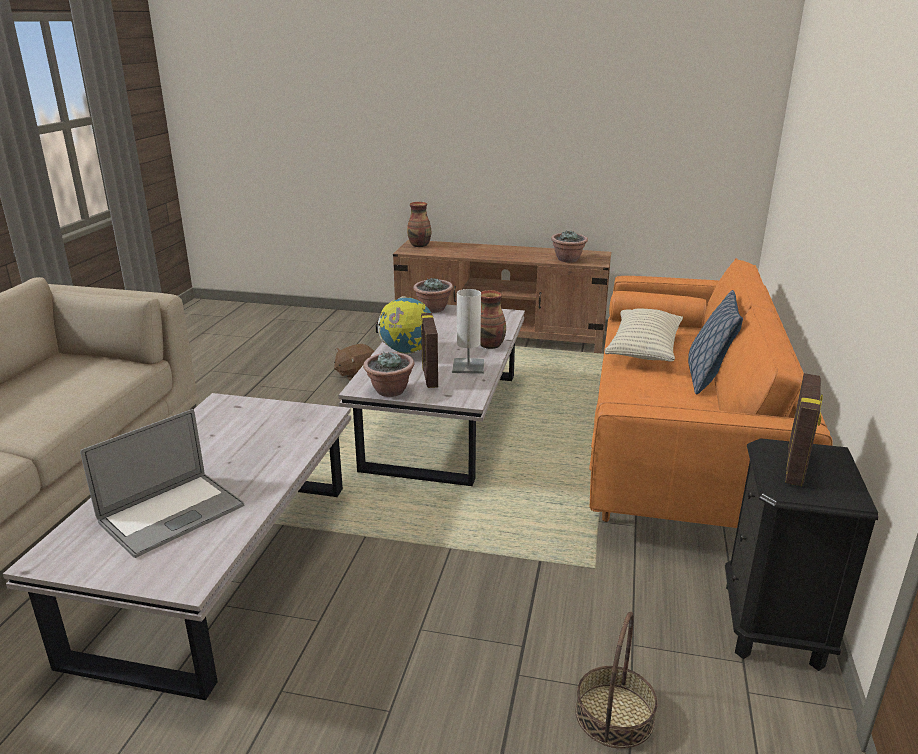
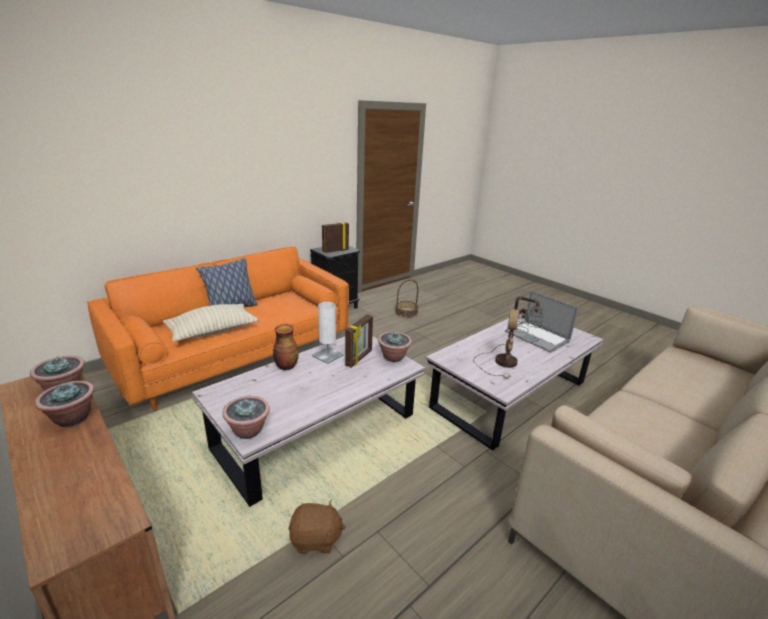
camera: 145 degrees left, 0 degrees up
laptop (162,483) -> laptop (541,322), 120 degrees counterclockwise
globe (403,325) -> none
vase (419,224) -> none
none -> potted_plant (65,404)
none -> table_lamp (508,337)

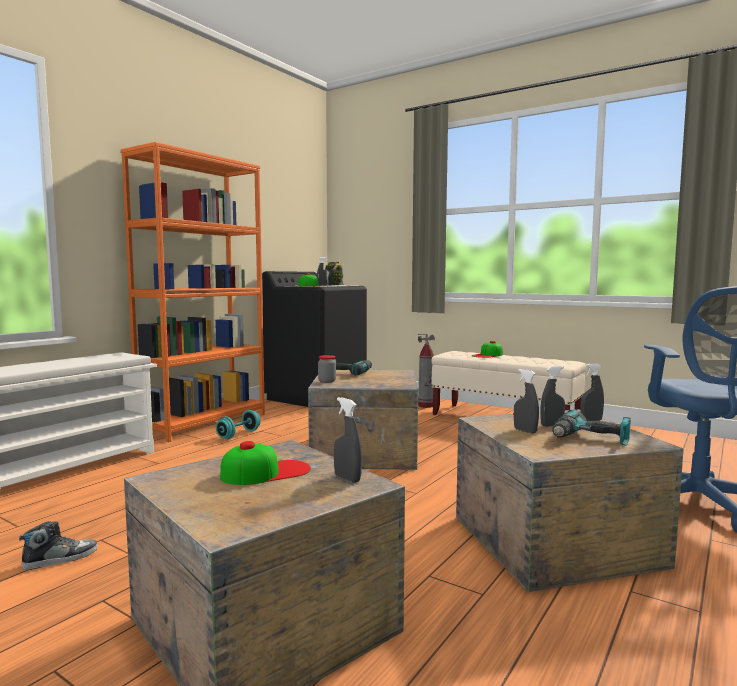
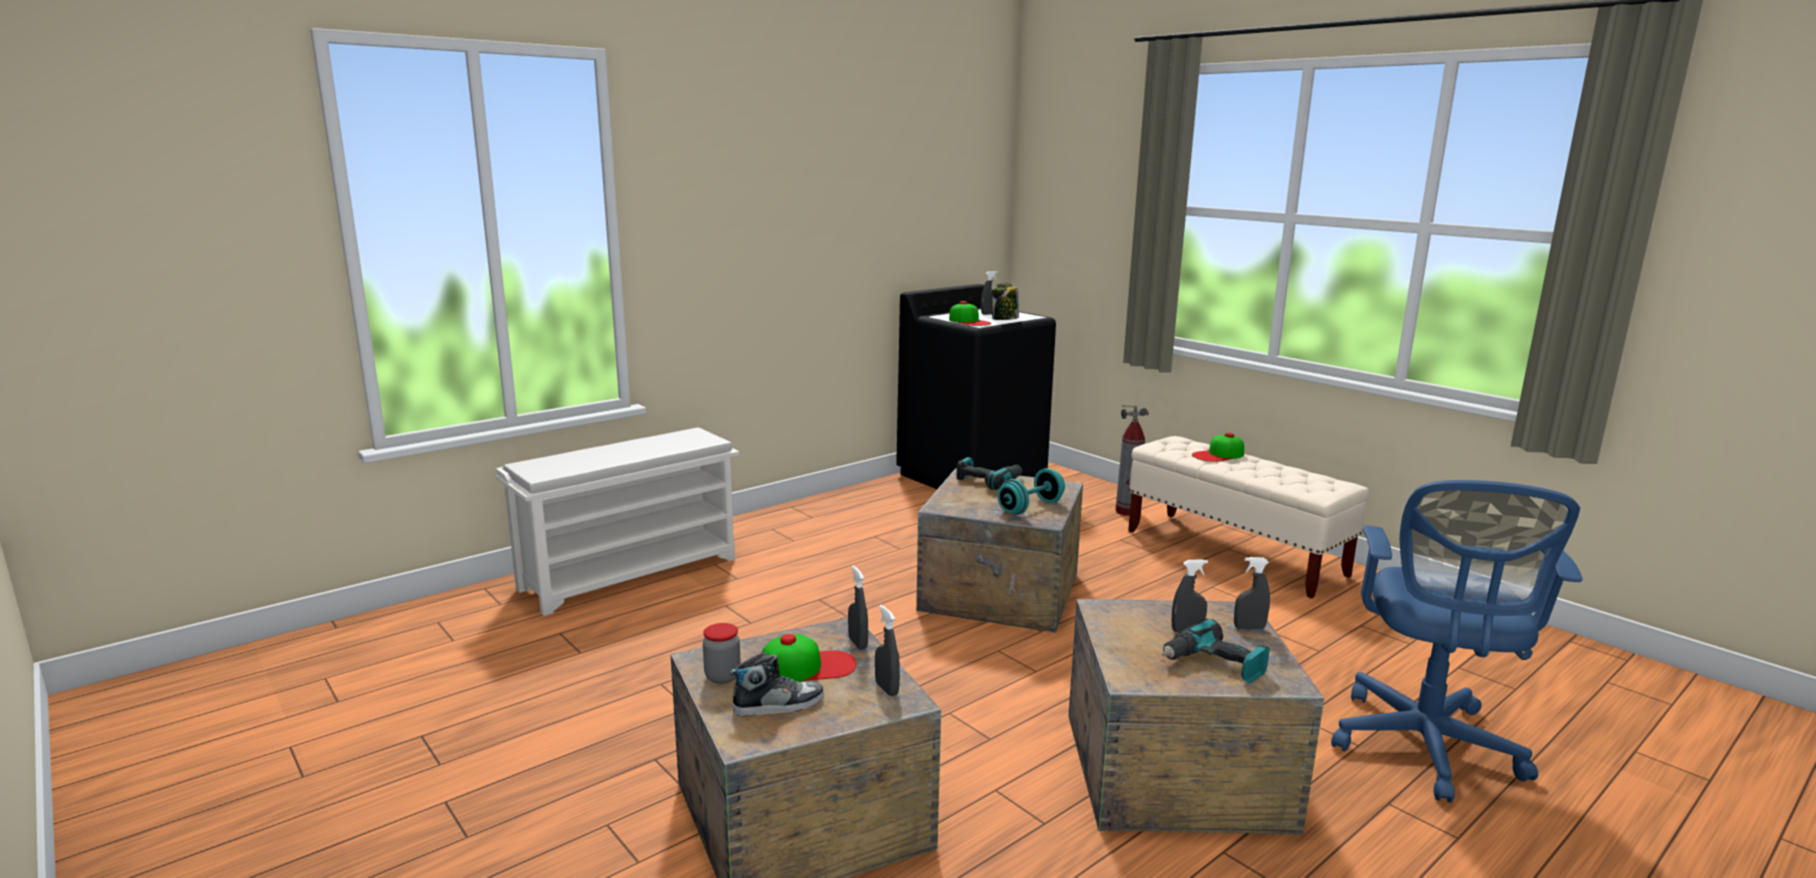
camera: 15 degrees right, 10 degrees up
shoe (58,545) -> shoe (777,685), move
orange_bookcase (193,292) -> none
turquoise_dumbbell (238,424) -> turquoise_dumbbell (1031,491), move
jar (327,369) -> jar (722,653), move
grey_spray_bottle (526,401) -> grey_spray_bottle (858,607), move

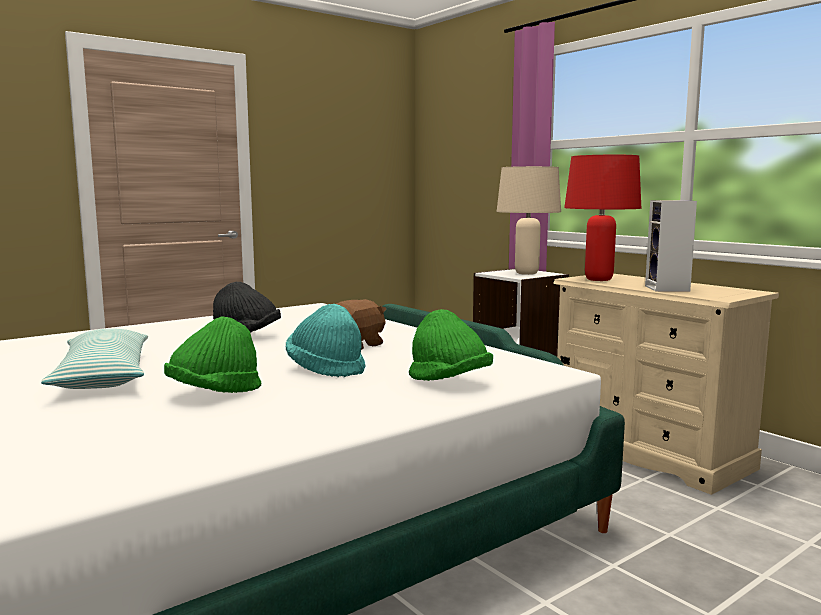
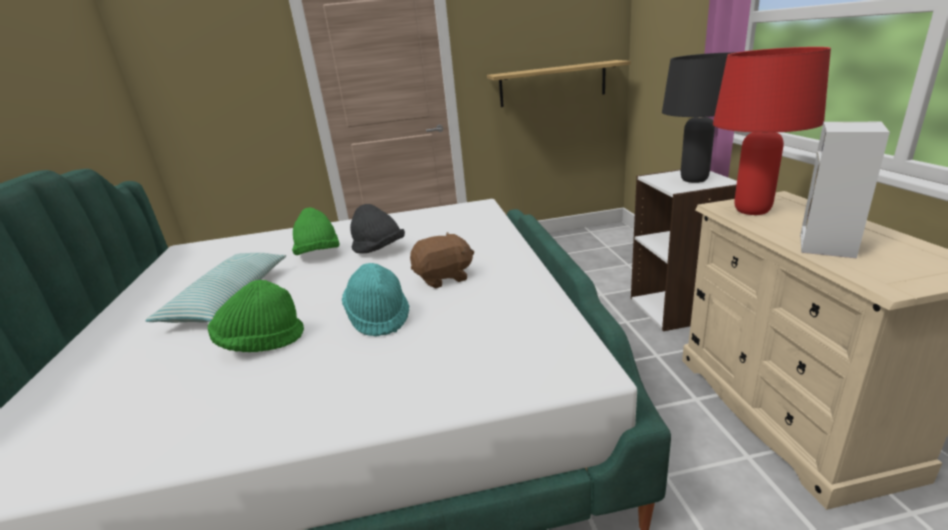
camera: 30 degrees right, 15 degrees up
green_hat (451,345) -> green_hat (315,231), move
beige_table_lamp (529,220) -> black_table_lamp (699,117)
none -> shelf (559,83)

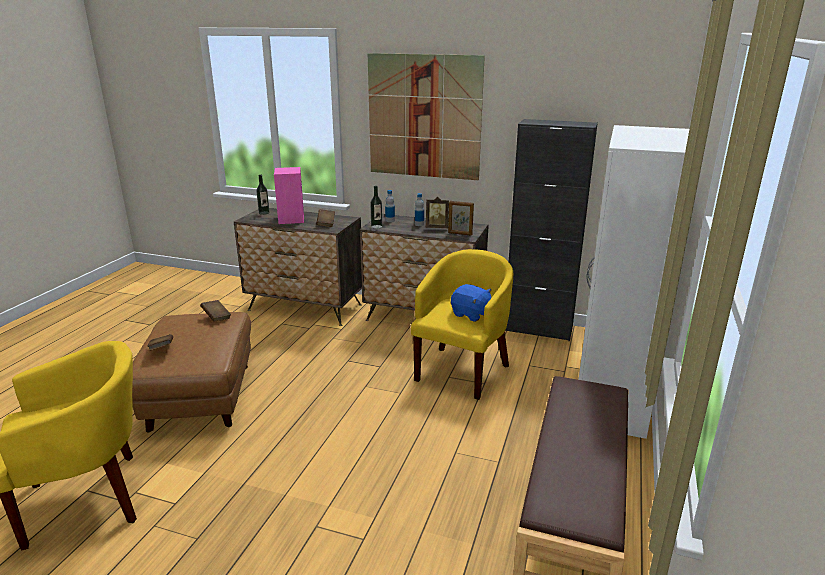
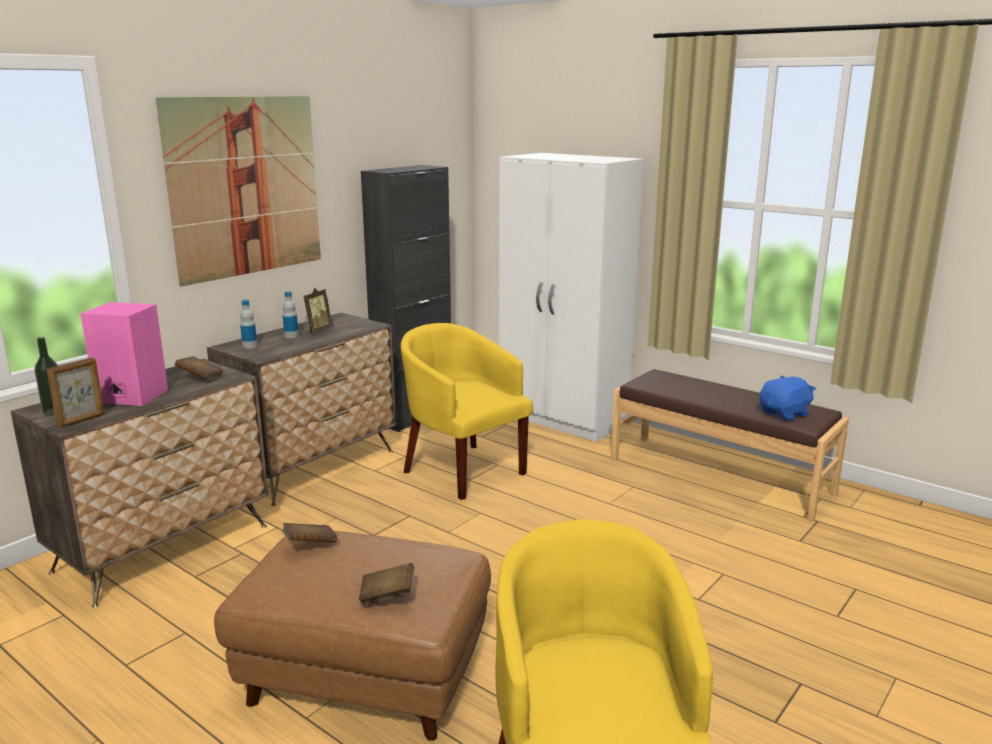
camera: 70 degrees left, 5 degrees down
bottle (376,207) -> none
picture_frame (461,218) -> picture_frame (75,392), move
blue_plush_toy (471,303) -> blue_plush_toy (787,398), move

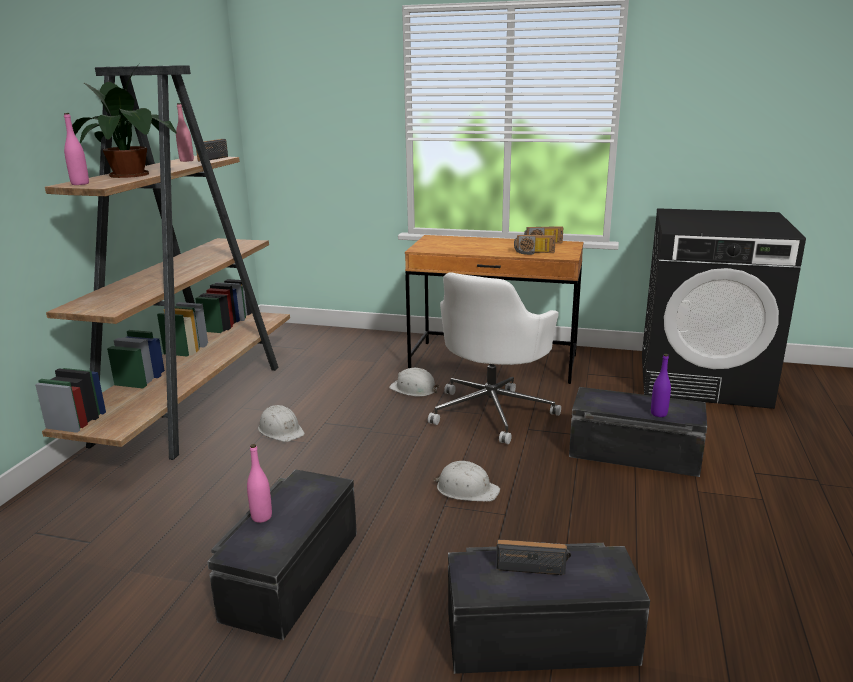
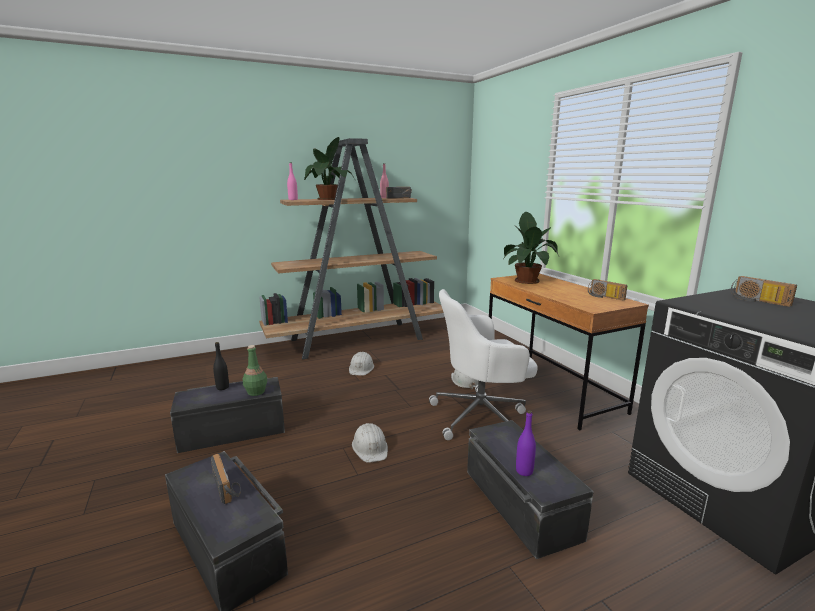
camera: 50 degrees right, 5 degrees down
pink_bottle (259,483) -> black_bottle (221,366)
radio (535,245) -> radio (764,291), move
none -> green_bottle (255,370)
none -> potted_plant (531,248)

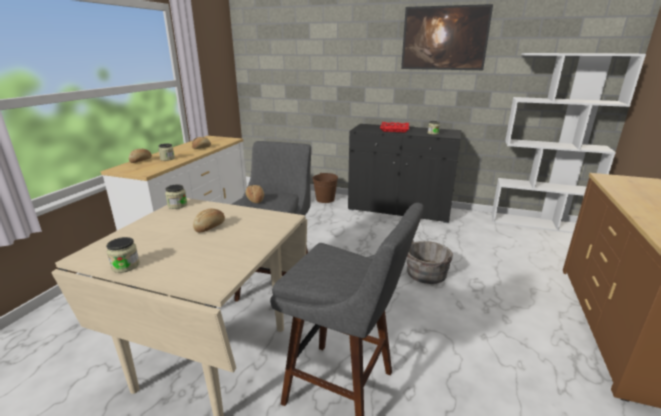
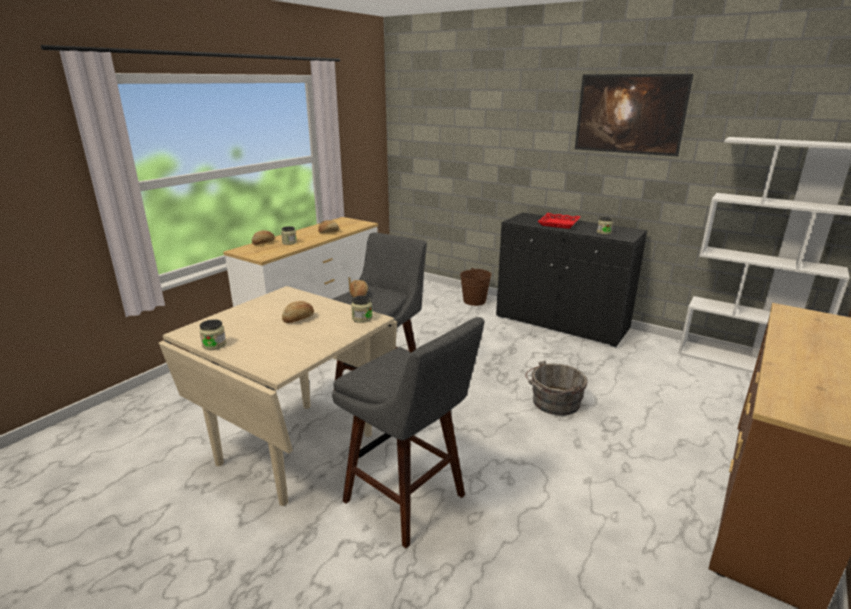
camera: 15 degrees right, 0 degrees up
jar (176,196) -> jar (362,309), move

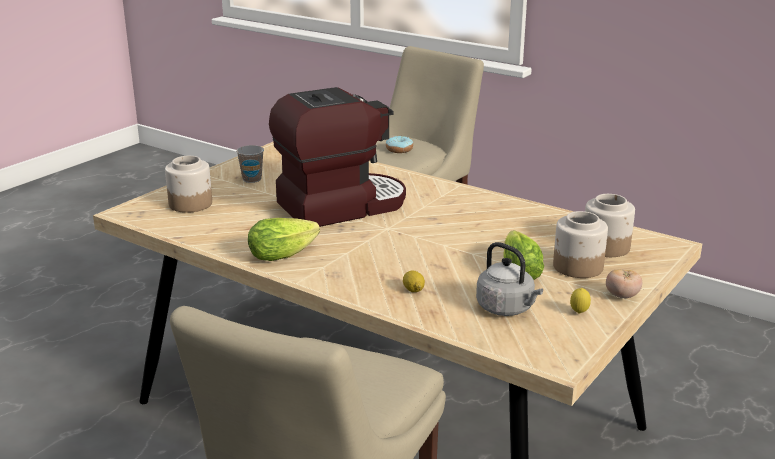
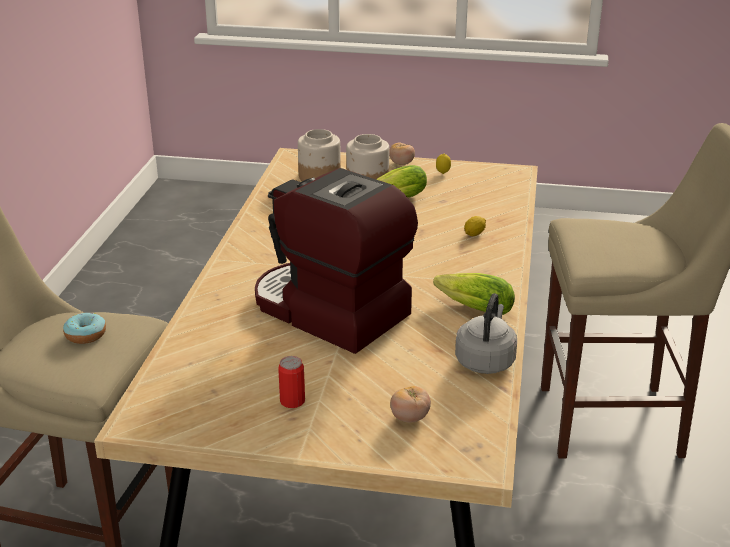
camera: 115 degrees left, 5 degrees up
jar (188,184) -> tomato (410,404)
cup (250,164) -> can (291,382)
grey_kettle (509,279) -> grey_kettle (486,333), move

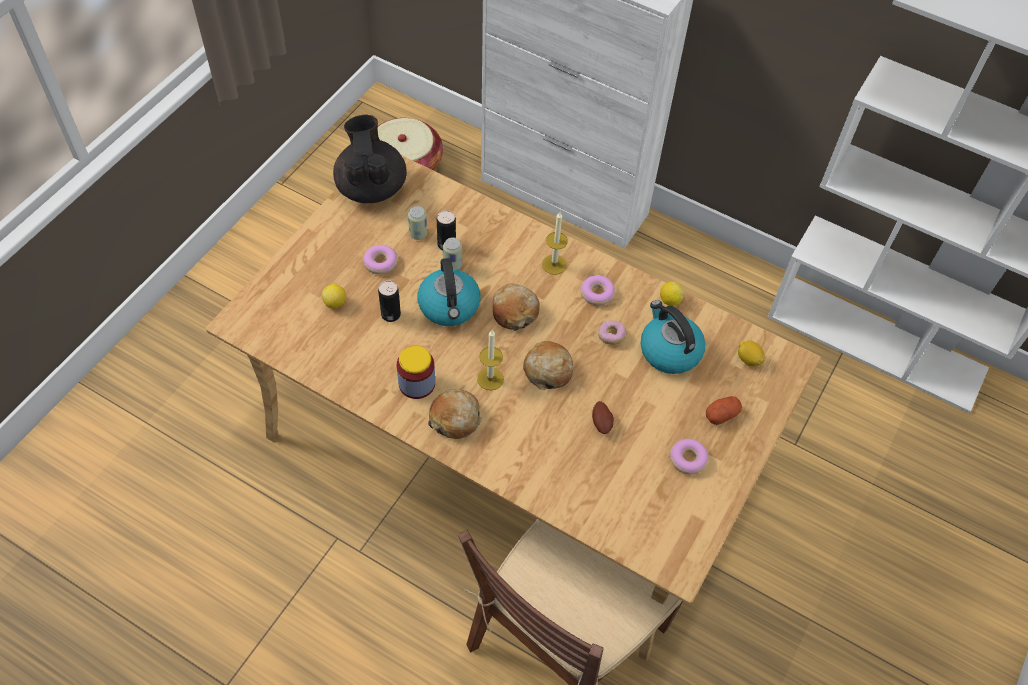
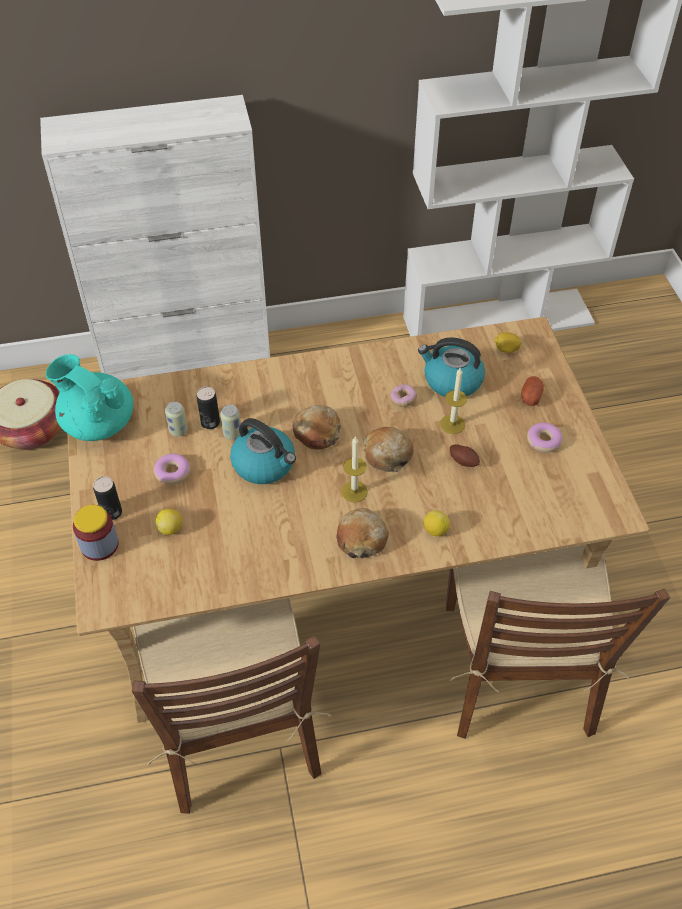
camera: 40 degrees left, 5 degrees down
black_teapot (370,159) -> turquoise_teapot (89,397)
can (389,301) -> can (107,498), move
jar (416,372) -> jar (96,533), move
candle (555,243) -> candle (453,401), move
donut (597,290) -> none
lemon (672,293) -> lemon (436,523), move
none -> brown_chair (232,706)

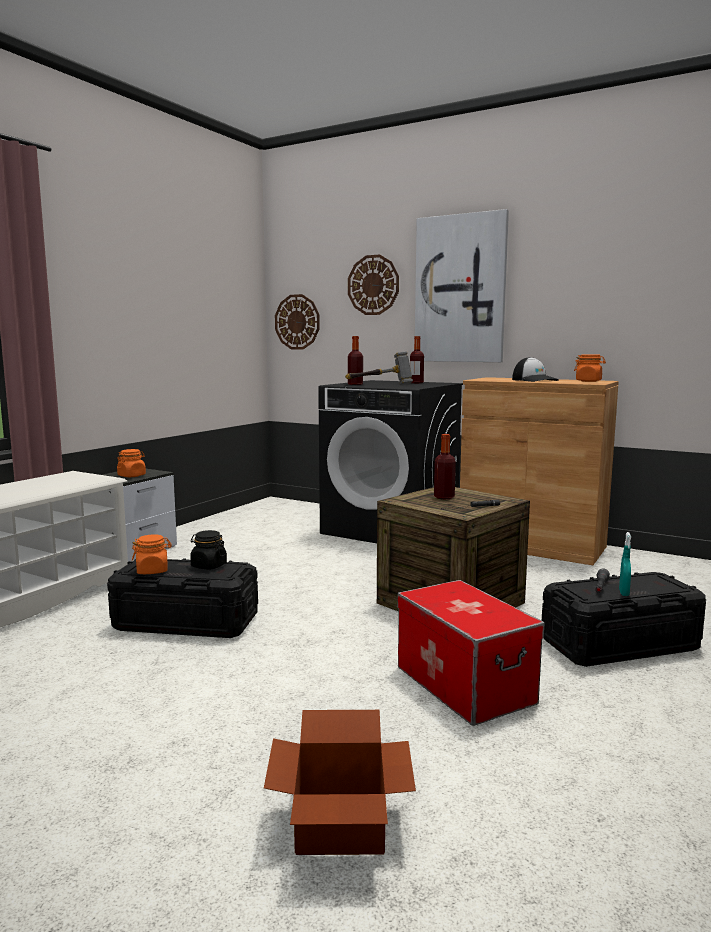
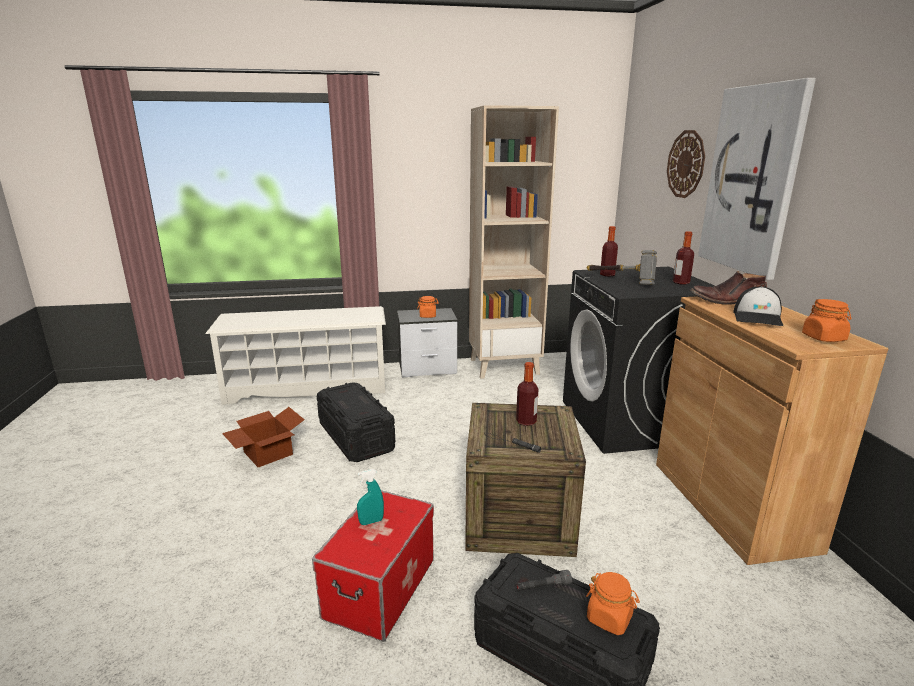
camera: 50 degrees right, 10 degrees up
orange_jar (152,554) -> orange_jar (613,603), move
black_jar (208,550) -> none
cardboard_box (340,782) -> cardboard_box (263,437), move
wall_clock (297,322) -> none
turquoise_spray_bottle (625,564) -> turquoise_spray_bottle (370,497), move
none -> beige_bookcase (514,242)
none -> brown_boot (728,288)

